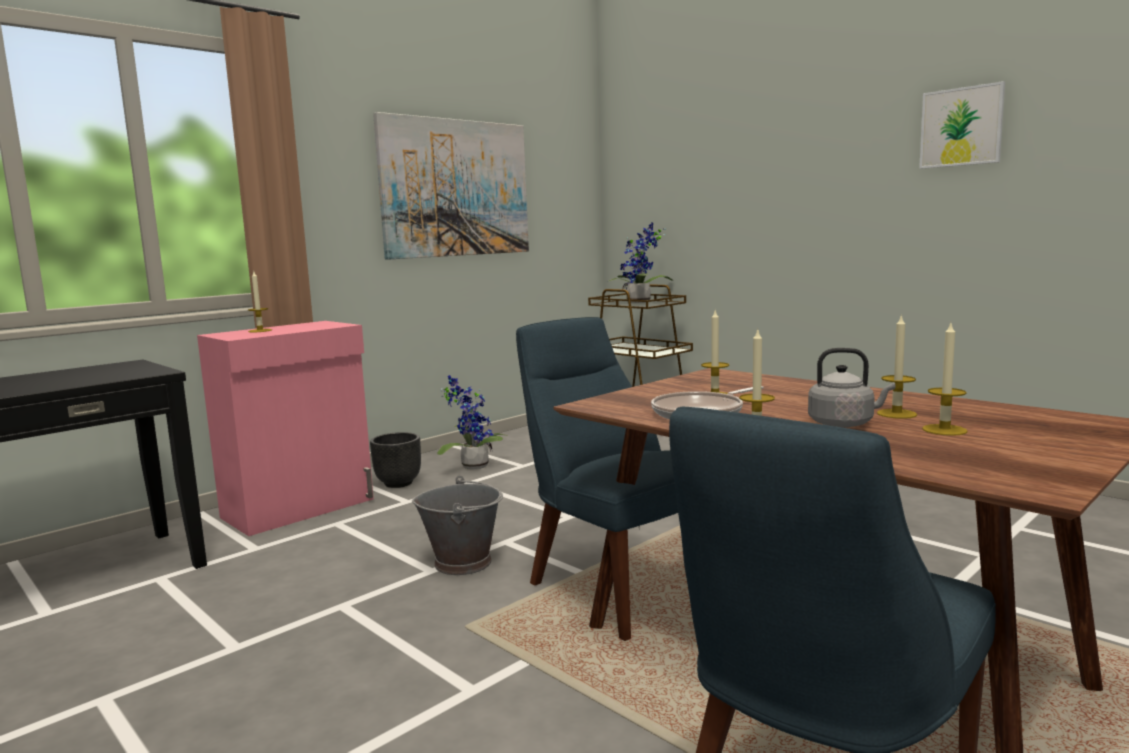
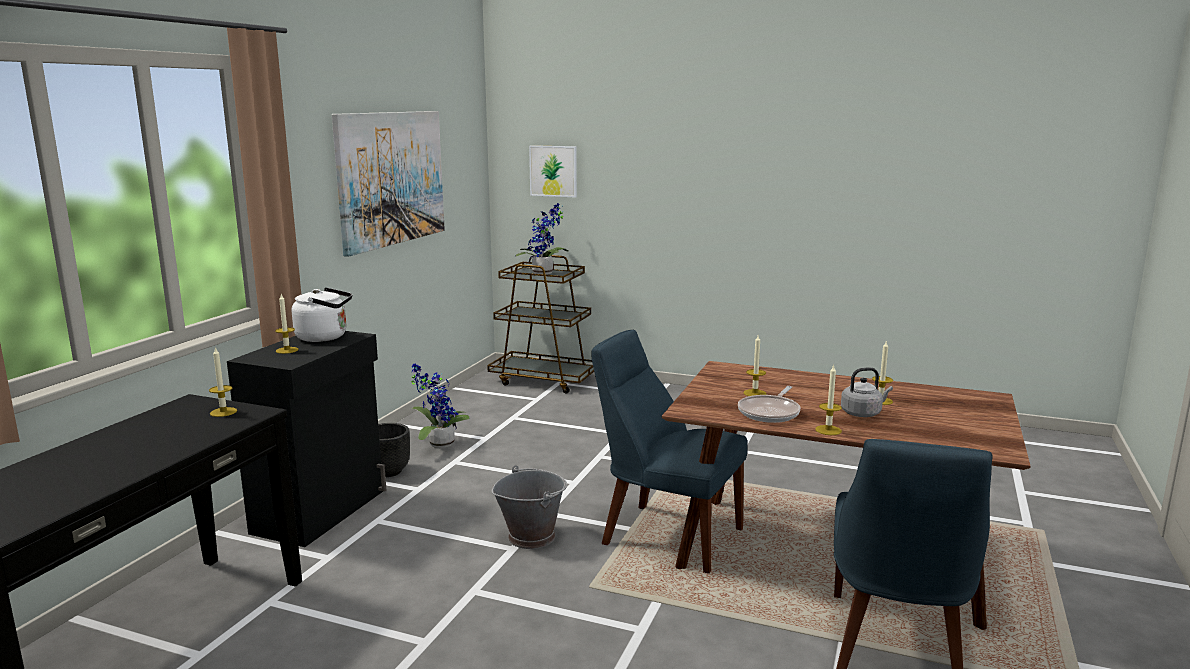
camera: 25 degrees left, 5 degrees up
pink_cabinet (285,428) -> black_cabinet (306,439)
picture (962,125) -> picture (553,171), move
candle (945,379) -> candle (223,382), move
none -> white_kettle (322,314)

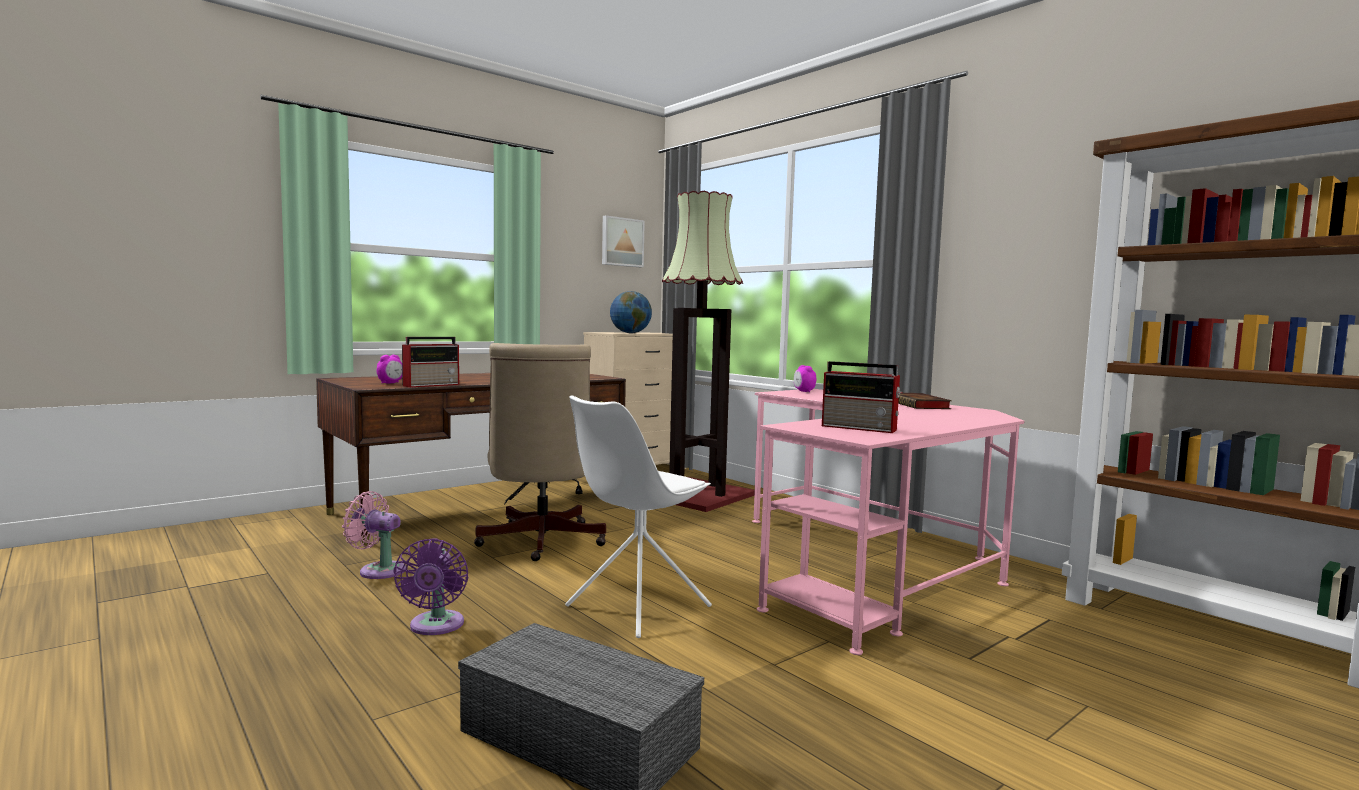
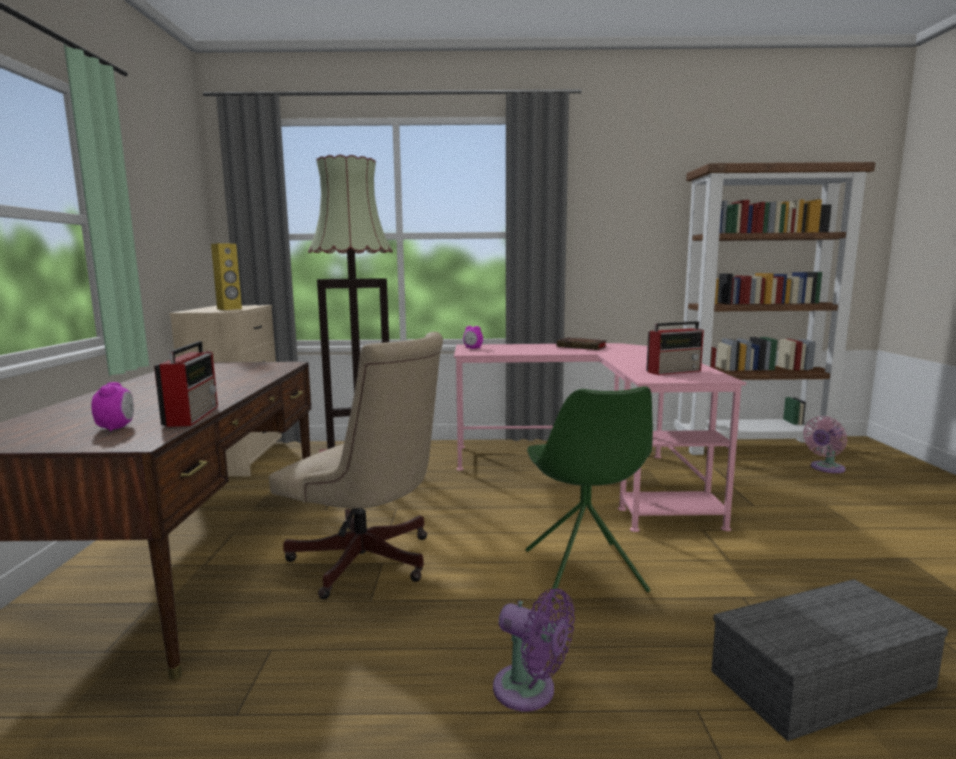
camera: 50 degrees left, 5 degrees up
pink_fan (374,535) -> pink_fan (825,444), move
white_chair (638,517) -> green_chair (589,493)
picture (623,241) -> none
globe (631,312) -> yellow_speaker (226,276)

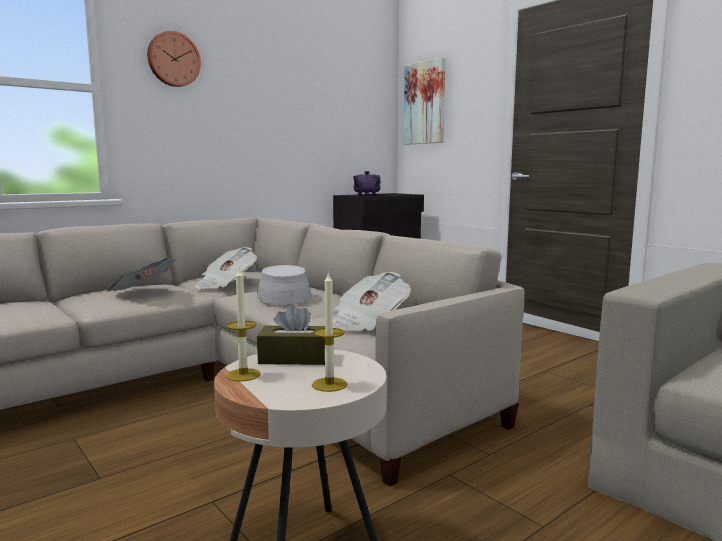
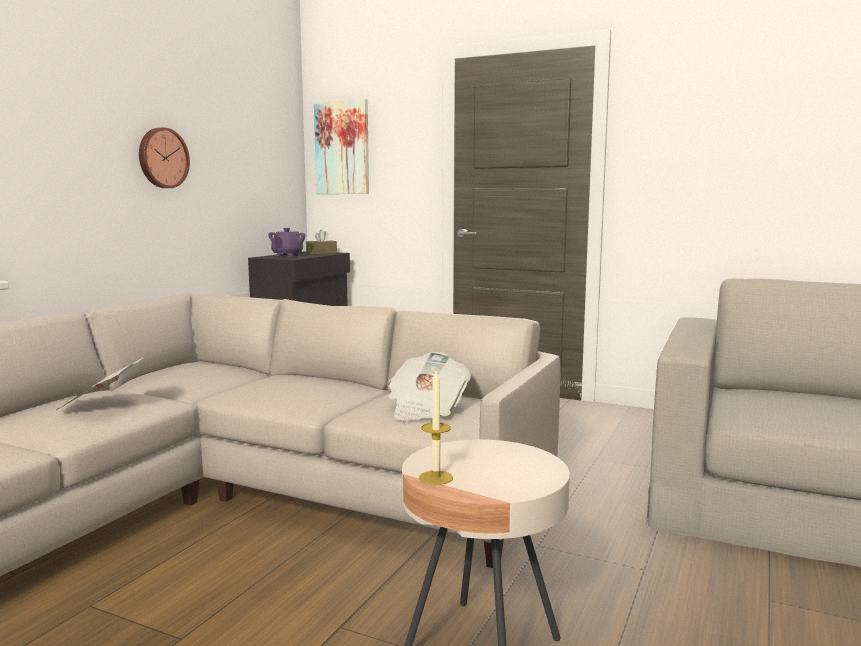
camera: 25 degrees left, 0 degrees up
wall_clock (174,59) -> wall_clock (164,157), move
newspaper (226,268) -> none
grey_hat (284,285) -> none
brown_tissue_box (291,334) -> brown_tissue_box (321,242), move
candle (329,331) -> none

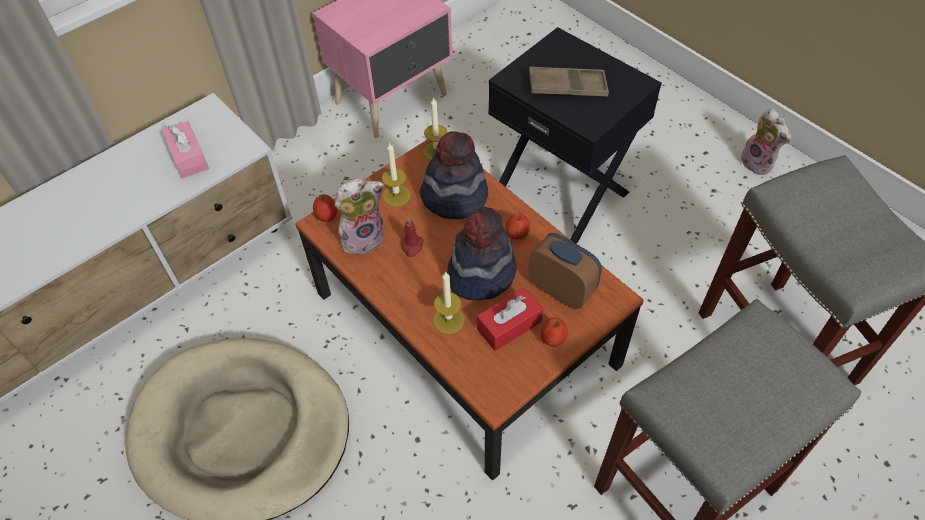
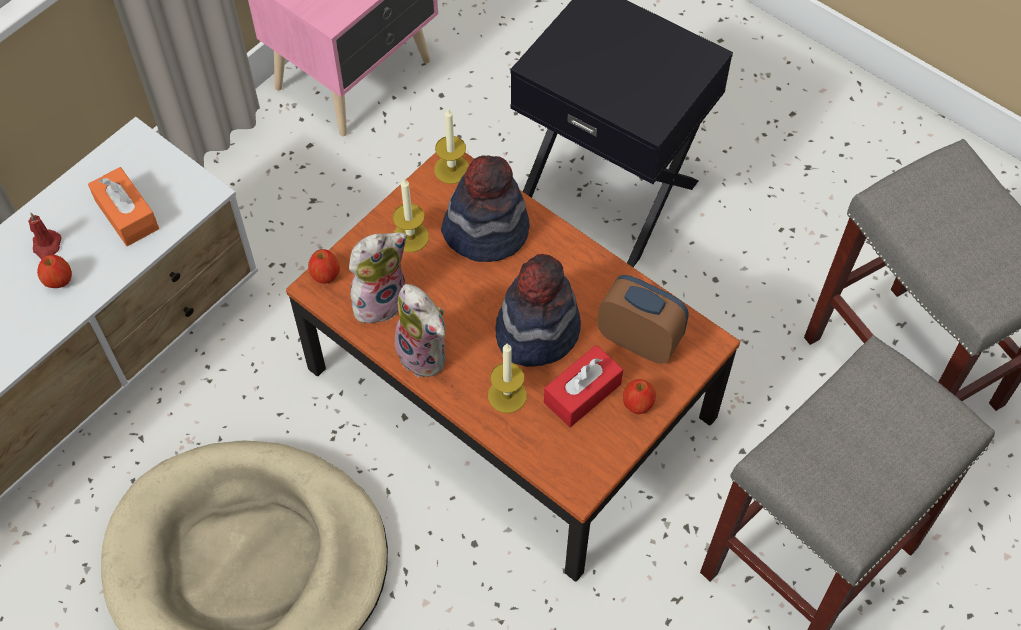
camera: 10 degrees left, 5 degrees up
pink_tissue_box (185,149) -> orange_tissue_box (123,206)
red_candle (412,237) -> red_candle (45,236), move
apple (517,226) -> apple (54,271), move
brown_tray (569,82) -> none
plush_toy (766,142) -> plush_toy (420,331), move

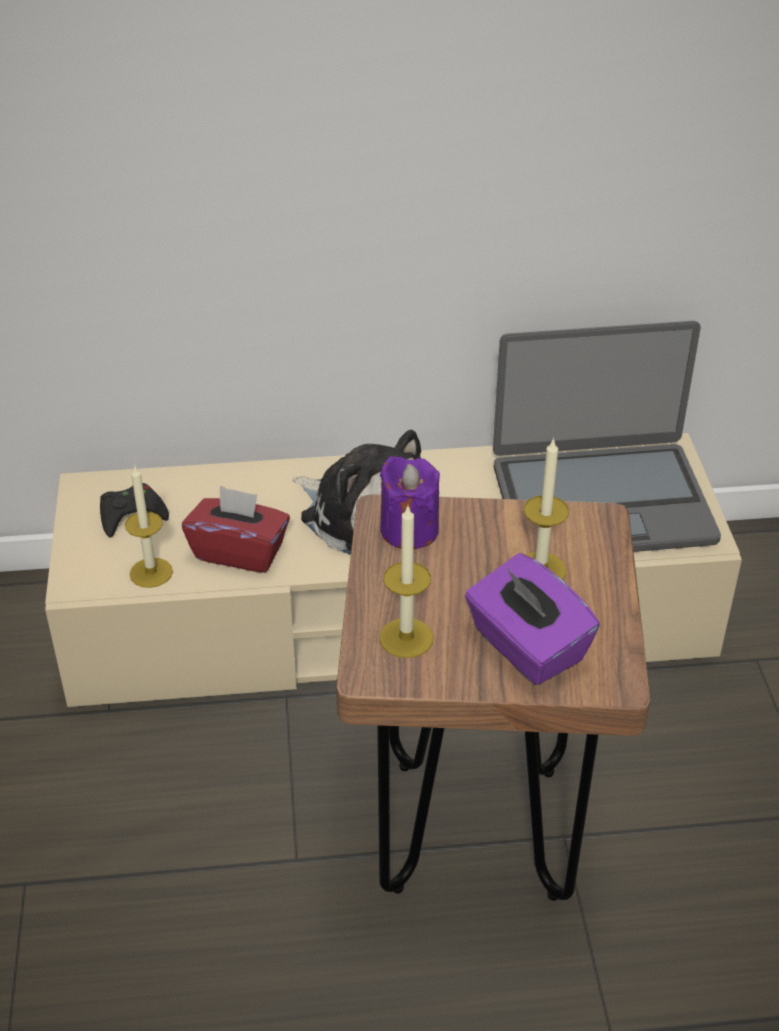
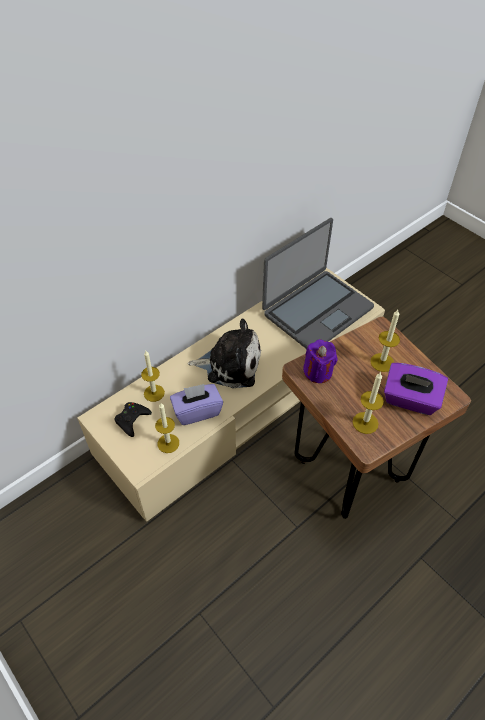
camera: 35 degrees left, 10 degrees up
red_tissue_box (236,529) -> purple_tissue_box (196,404)
none -> candle (153,376)

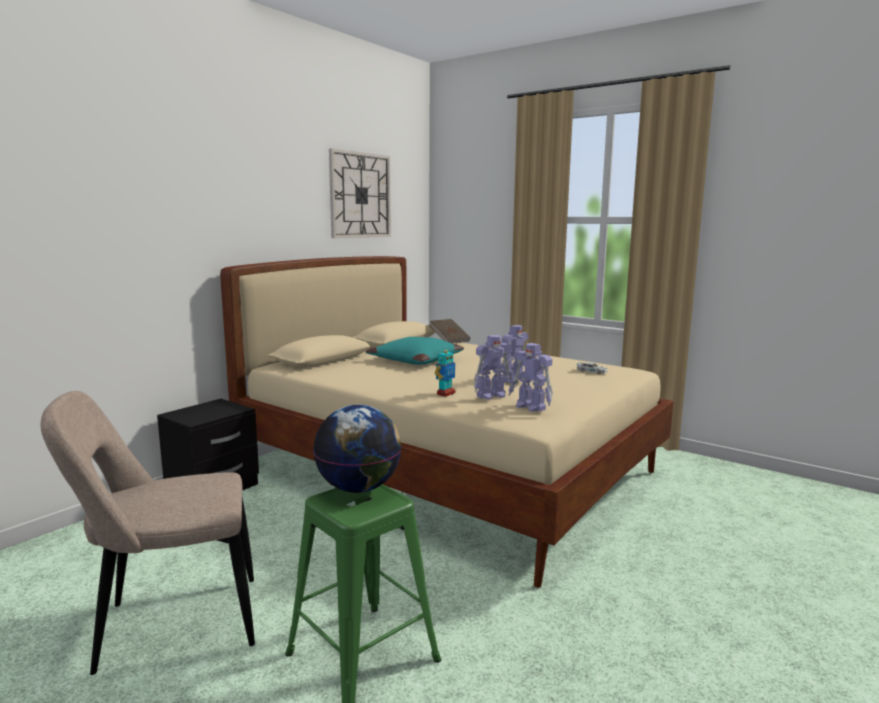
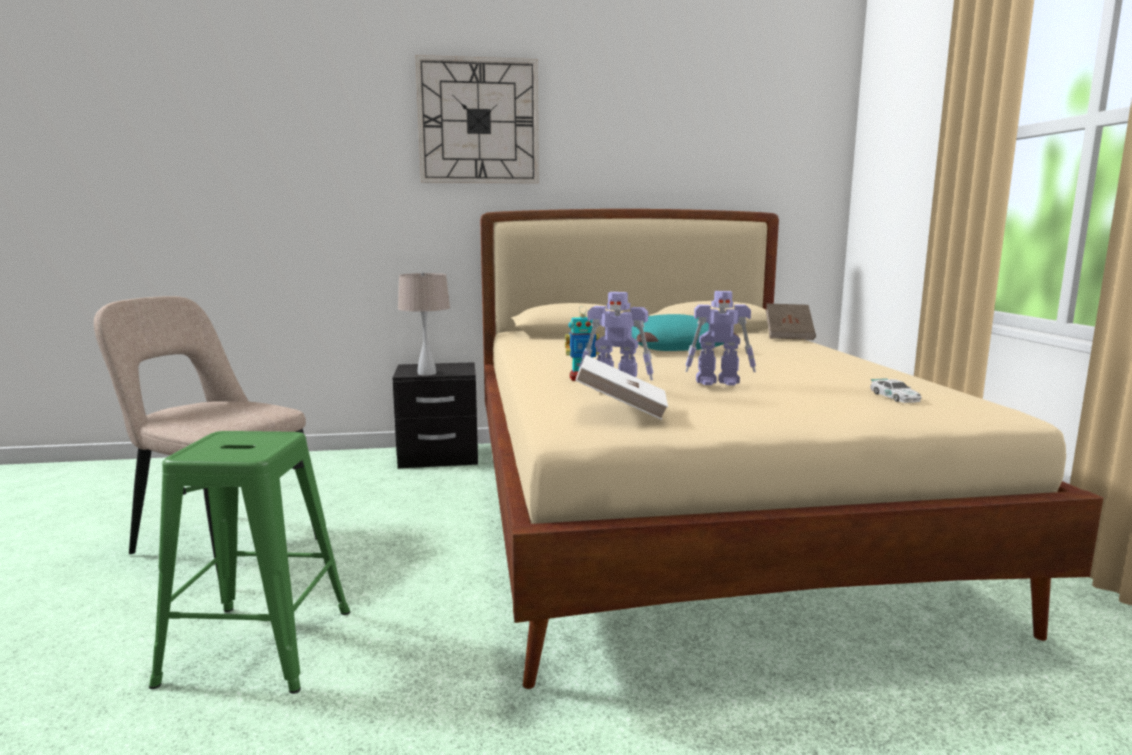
camera: 45 degrees right, 0 degrees up
globe (357,449) -> none
wall_clock (360,193) -> wall_clock (477,119), move
toy_robot (531,377) -> white_book (621,387)
none -> beige_table_lamp (424,323)

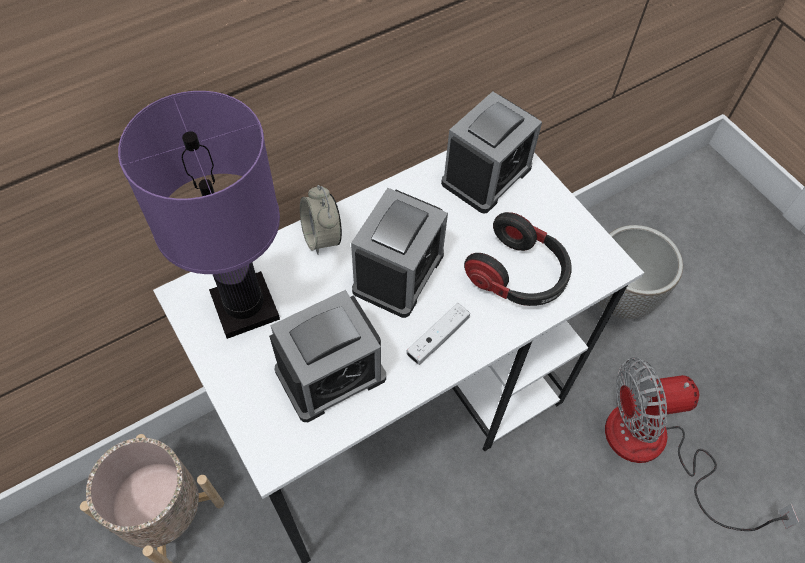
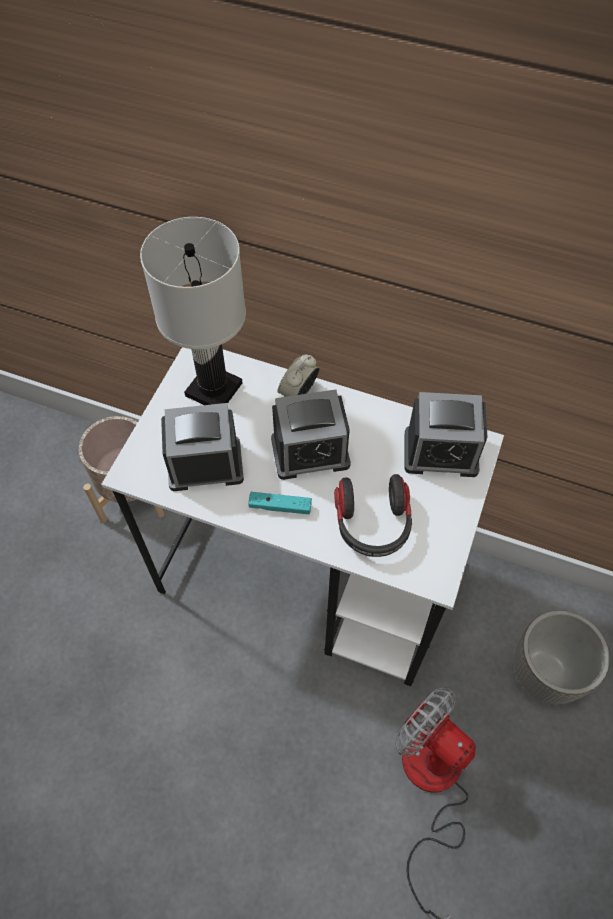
camera: 55 degrees right, 0 degrees up
purple_table_lamp (199,215) -> white_table_lamp (193,311)
alarm_clock (327,356) -> alarm_clock (202,447), 150 degrees clockwise
white_game_controller (438,334) -> turquoise_game_controller (280,503)

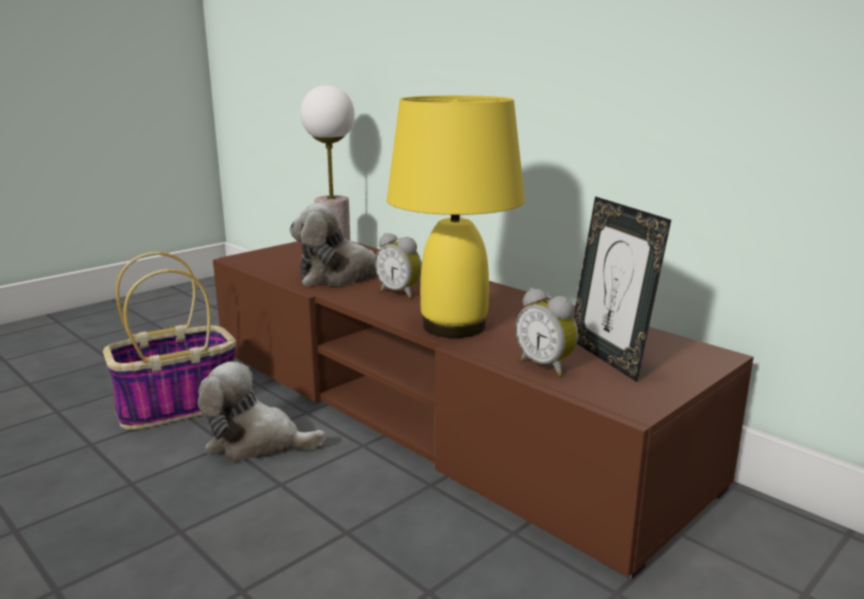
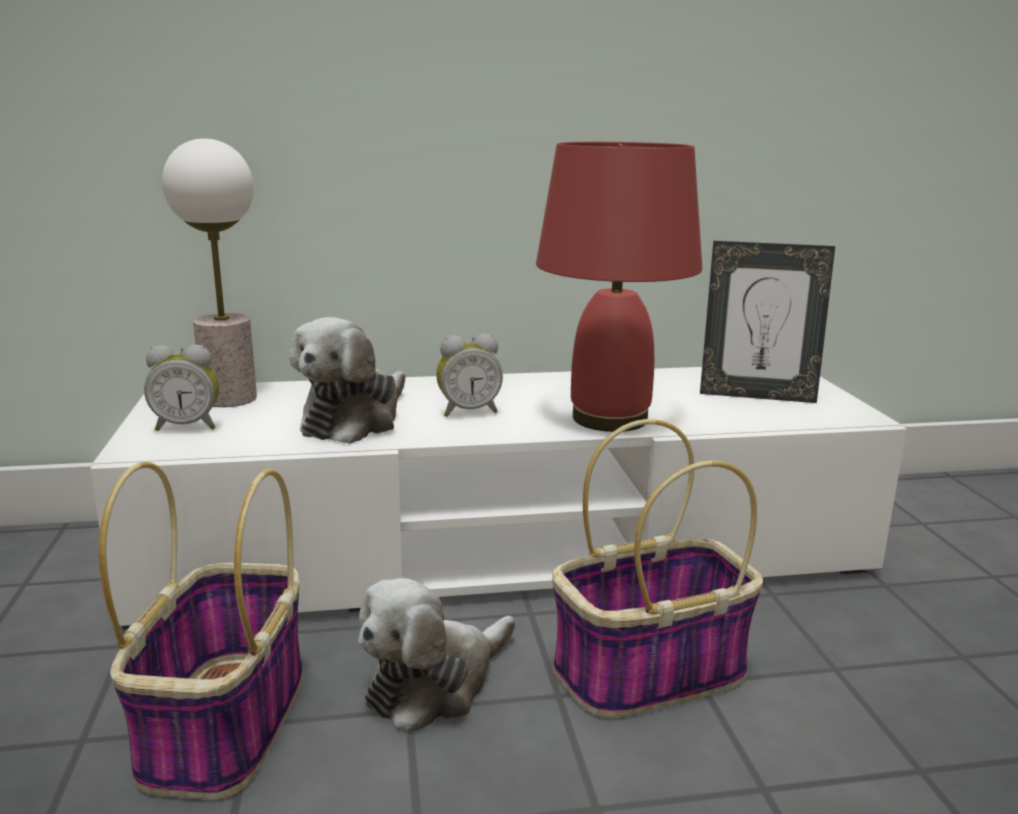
camera: 55 degrees left, 0 degrees up
brown_tv_stand (483,410) -> white_tv_stand (498,498)
yellow_table_lamp (456,216) -> red_table_lamp (619,287)
alarm_clock (546,332) -> alarm_clock (181,388), move
none -> basket (657,568)

